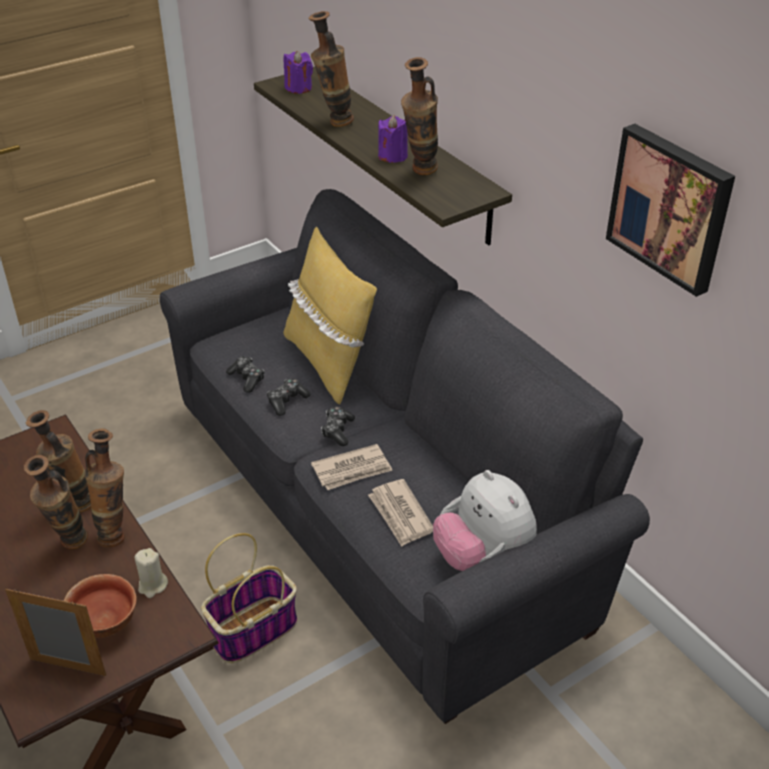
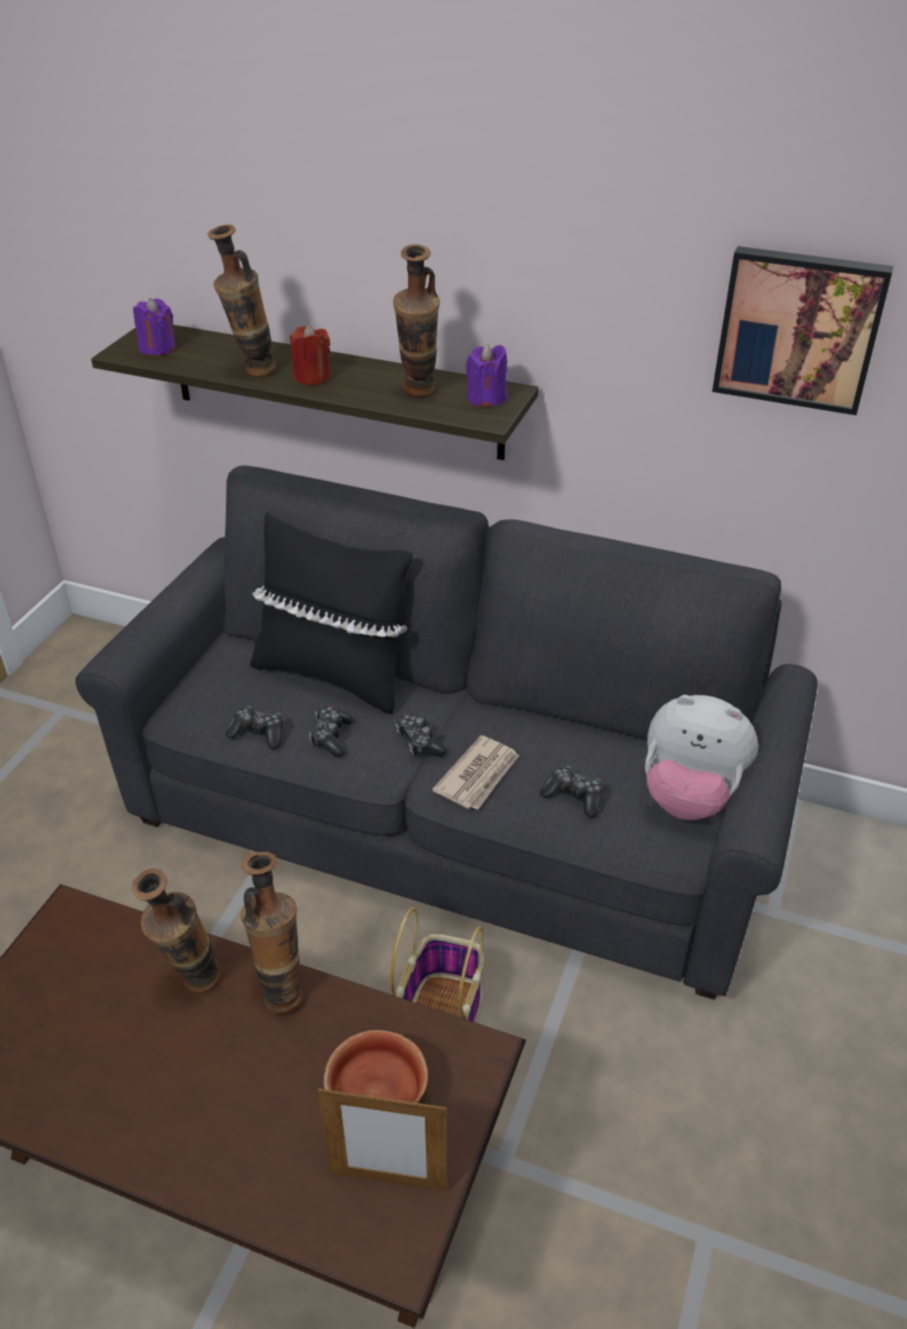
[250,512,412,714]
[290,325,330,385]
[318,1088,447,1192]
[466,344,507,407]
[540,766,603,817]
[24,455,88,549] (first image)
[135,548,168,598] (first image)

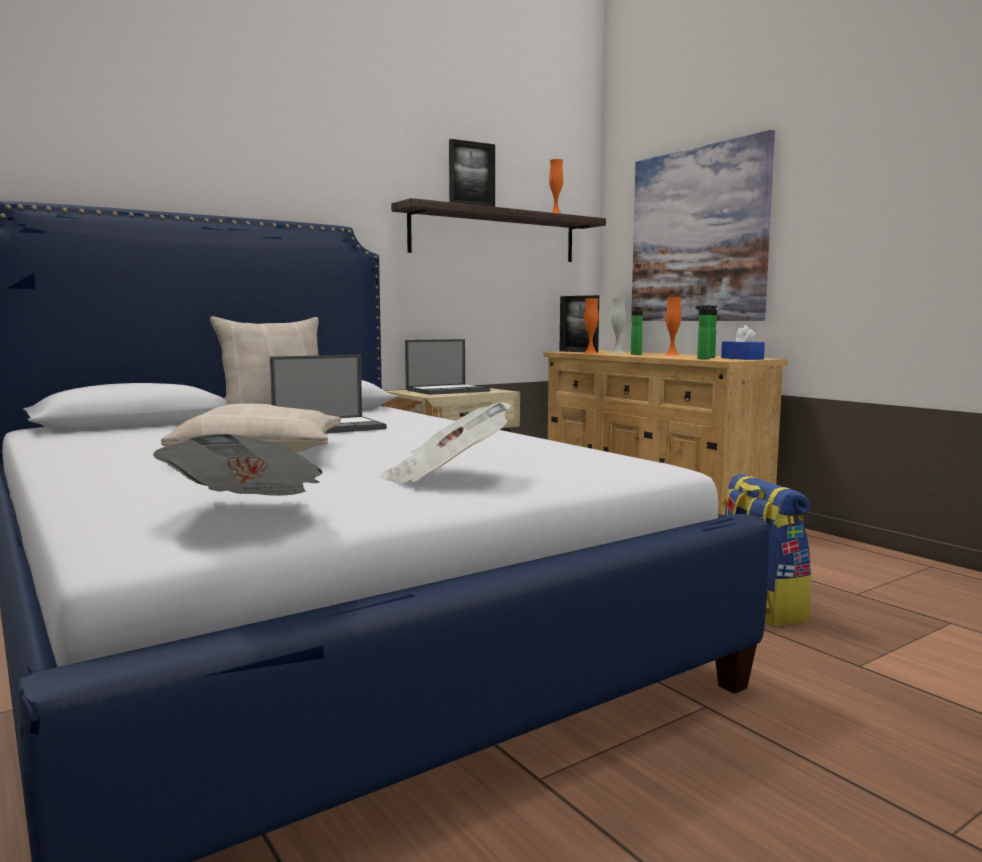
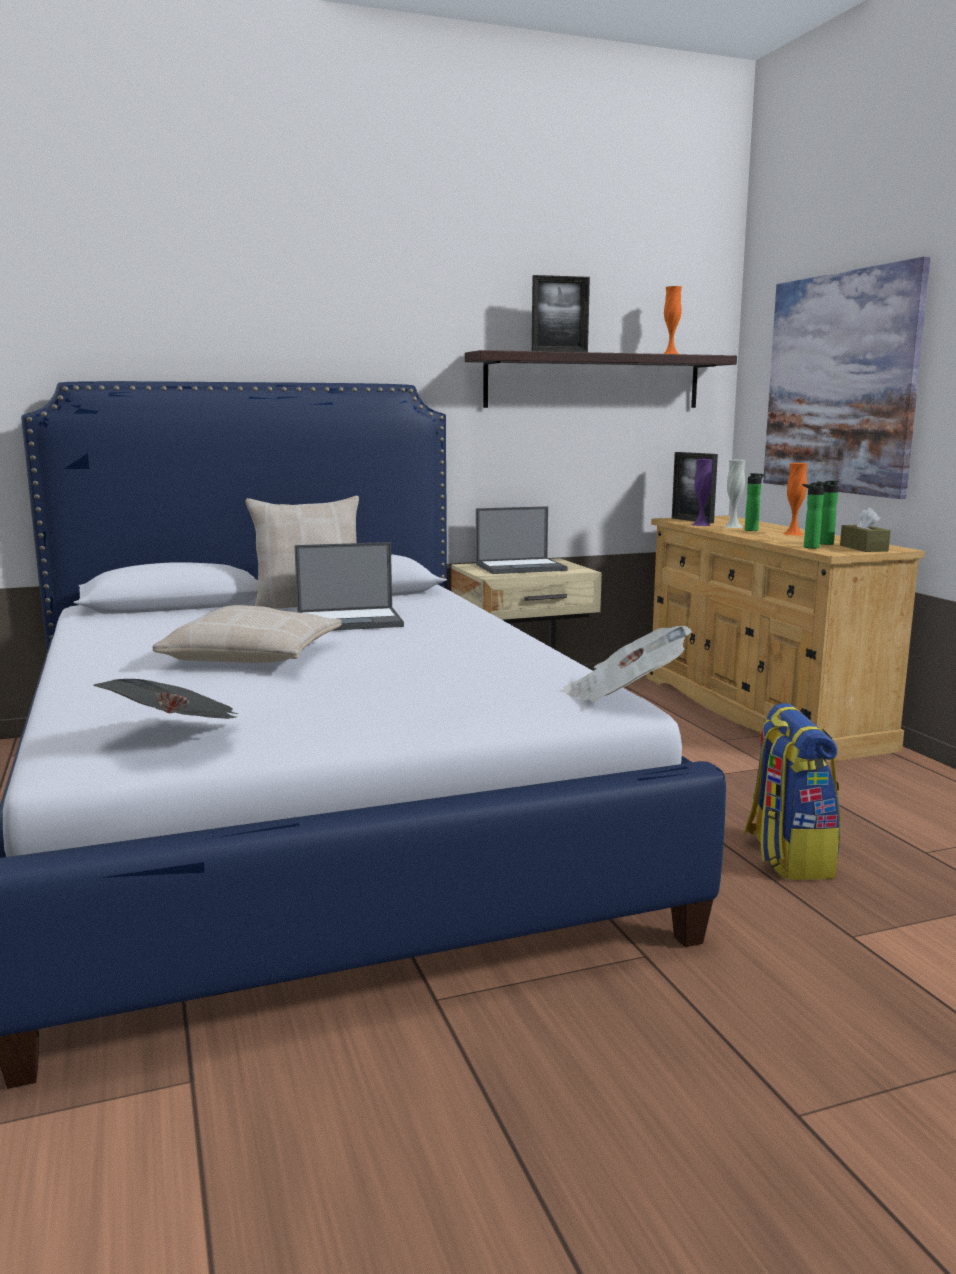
[563,626,692,702]
[692,459,713,526]
[840,507,890,552]

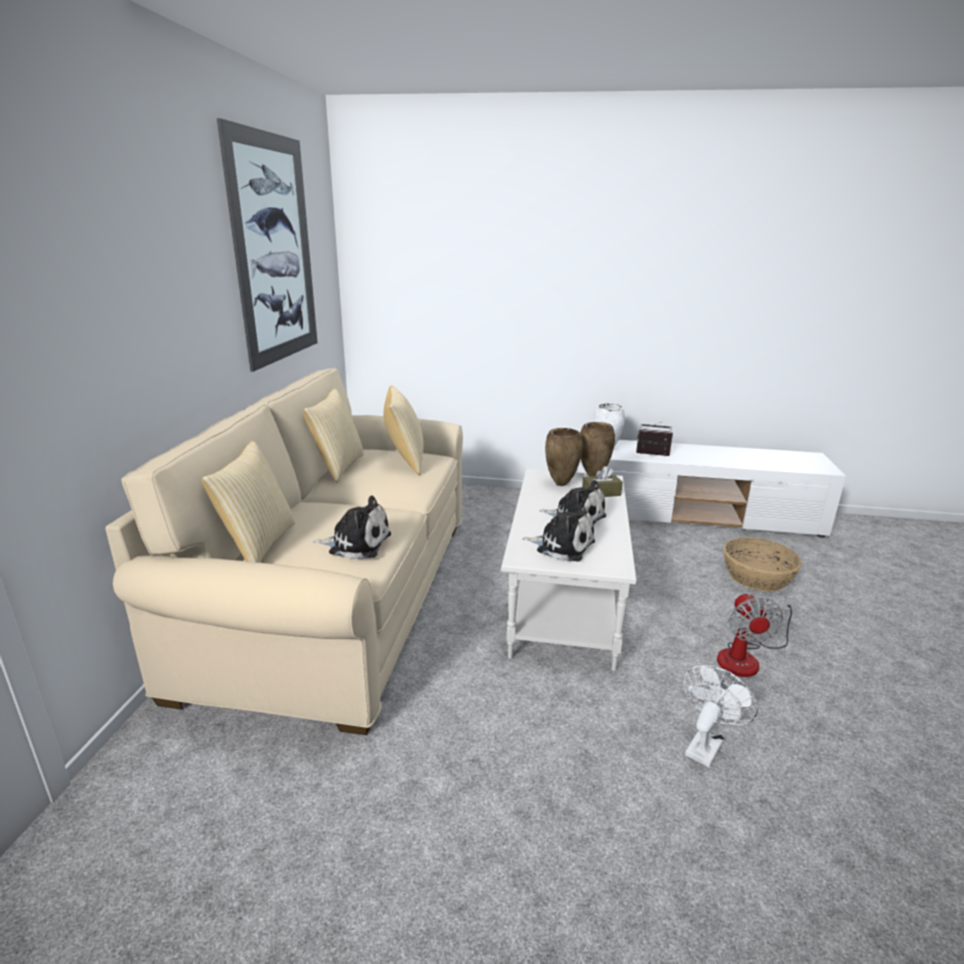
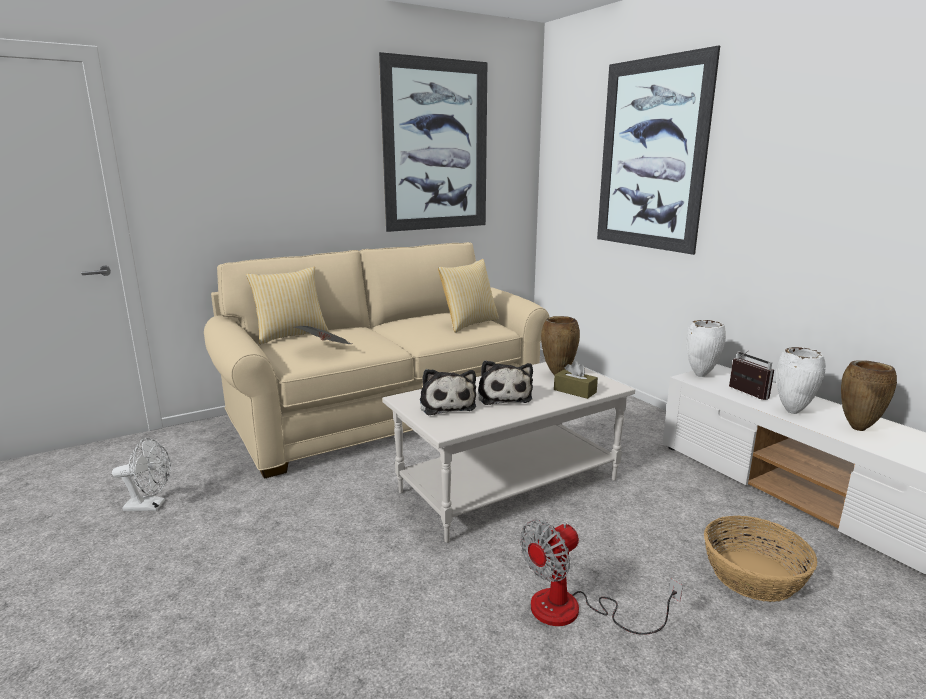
[112,438,171,511]
[294,326,351,344]
[597,46,720,255]
[776,347,826,414]
[841,360,897,431]
[303,388,364,483] (first image)

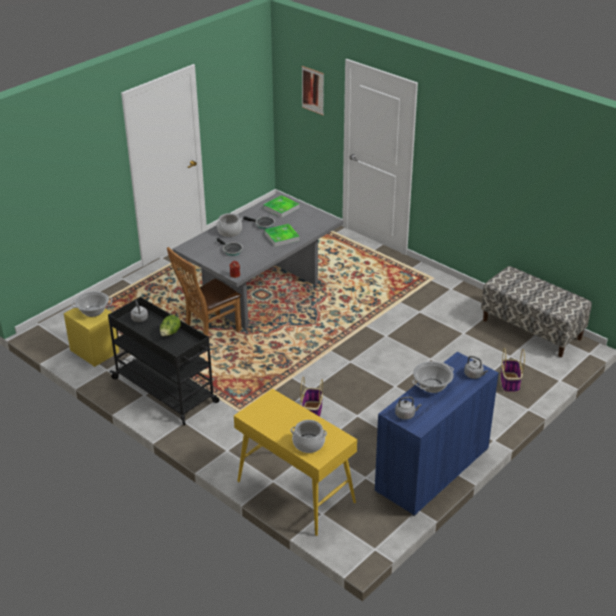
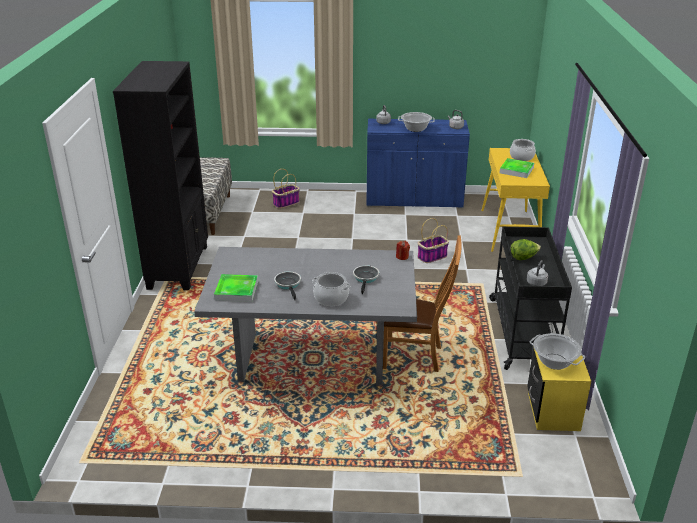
[113,61,208,290]
[499,158,534,178]
[302,66,324,115] (first image)

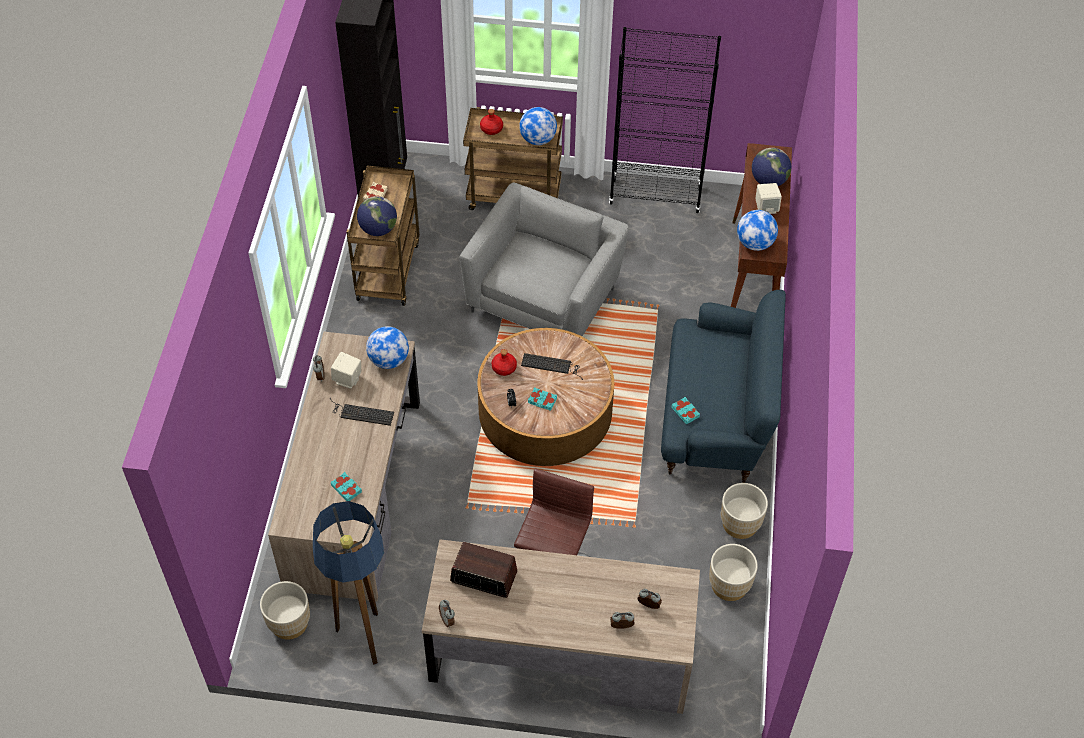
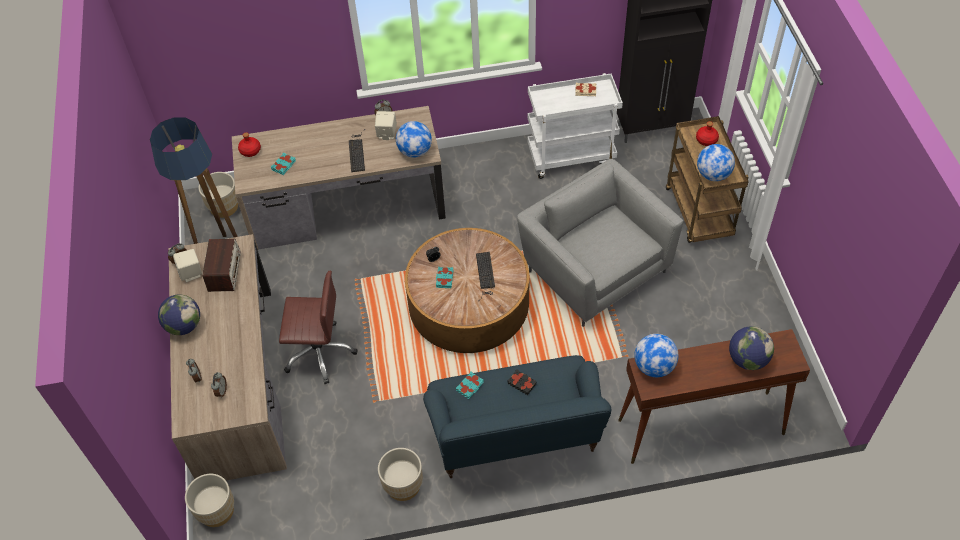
[158,294,200,335]
[173,249,202,282]
[185,474,234,527]
[238,132,261,157]
[508,369,537,395]
[517,159,684,327]
[527,73,623,179]
[609,27,721,213] (first image)

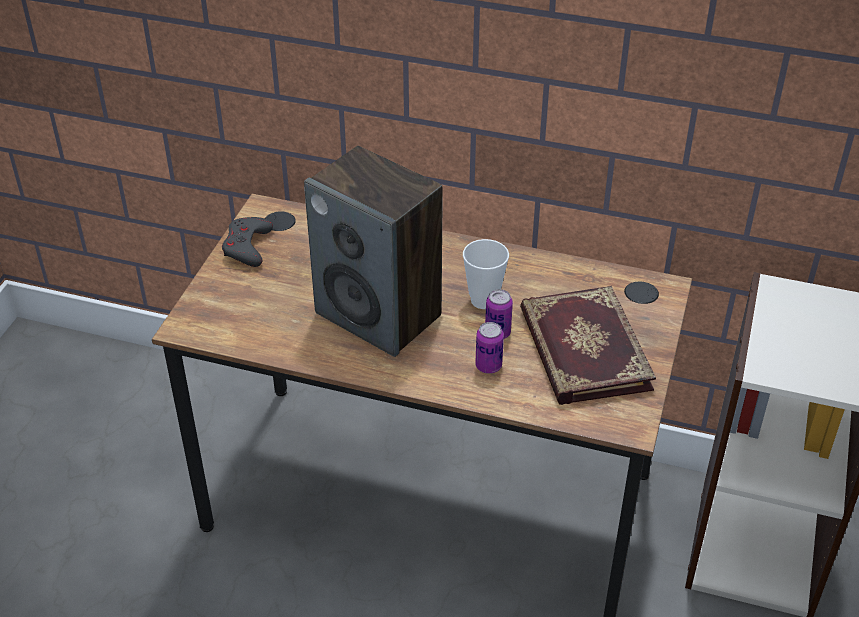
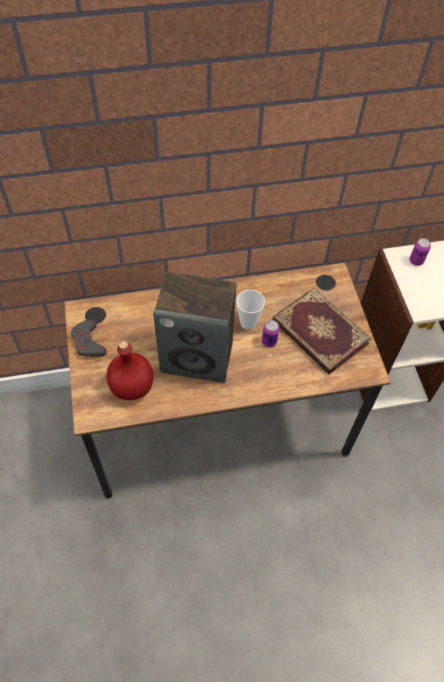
[107,341,154,400]
[409,238,431,266]

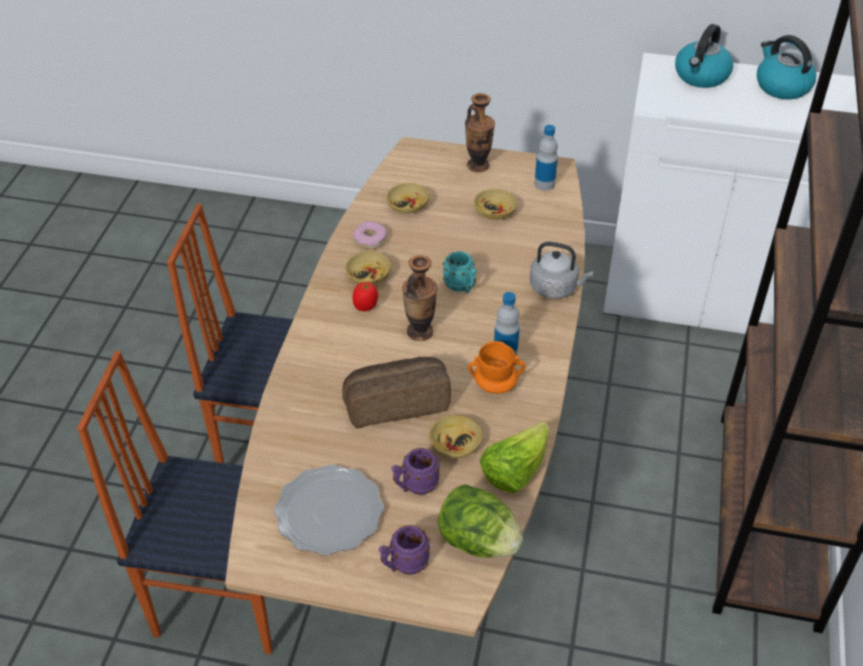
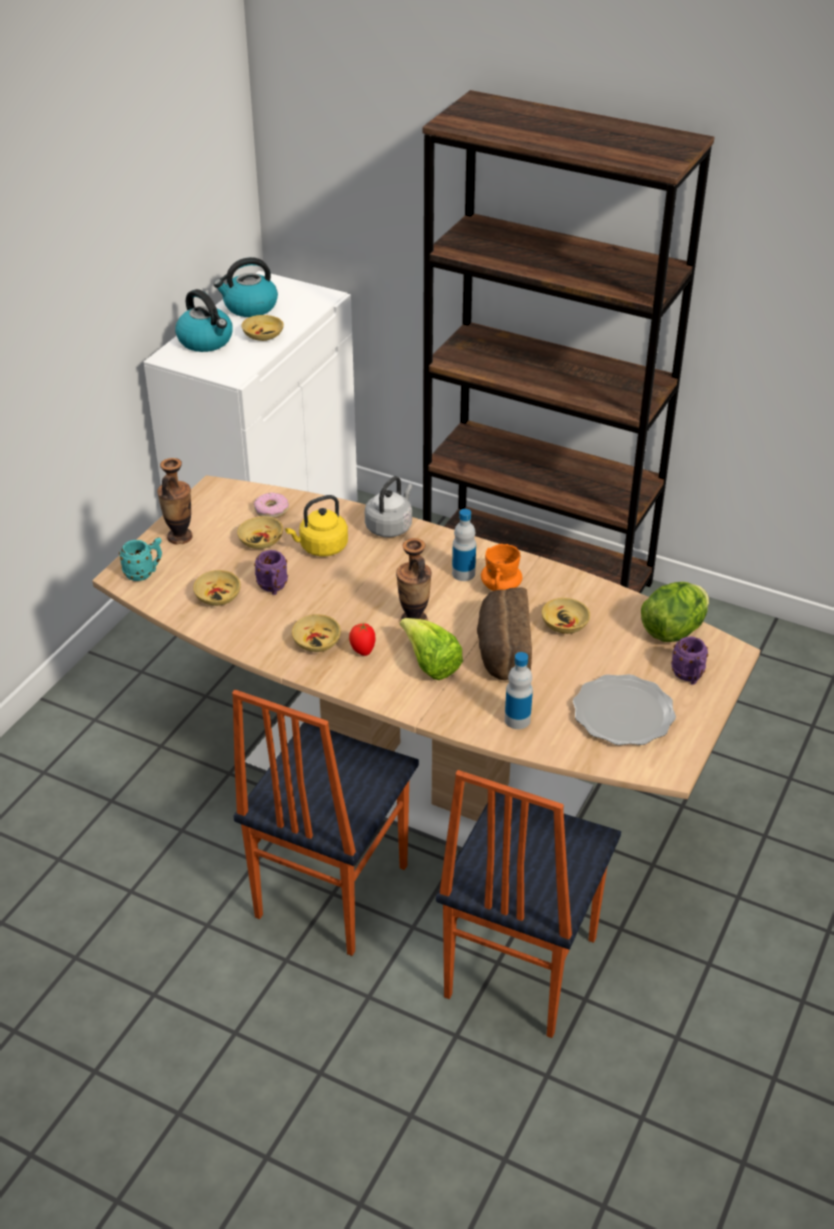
[119,538,162,581]
[241,315,284,341]
[254,492,289,518]
[254,550,288,595]
[285,495,348,556]
[400,618,463,680]
[505,652,533,729]

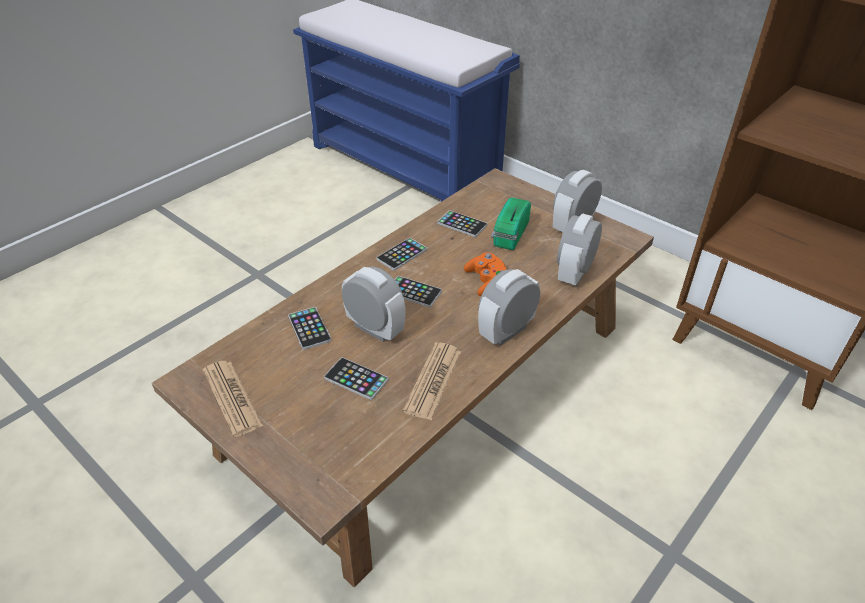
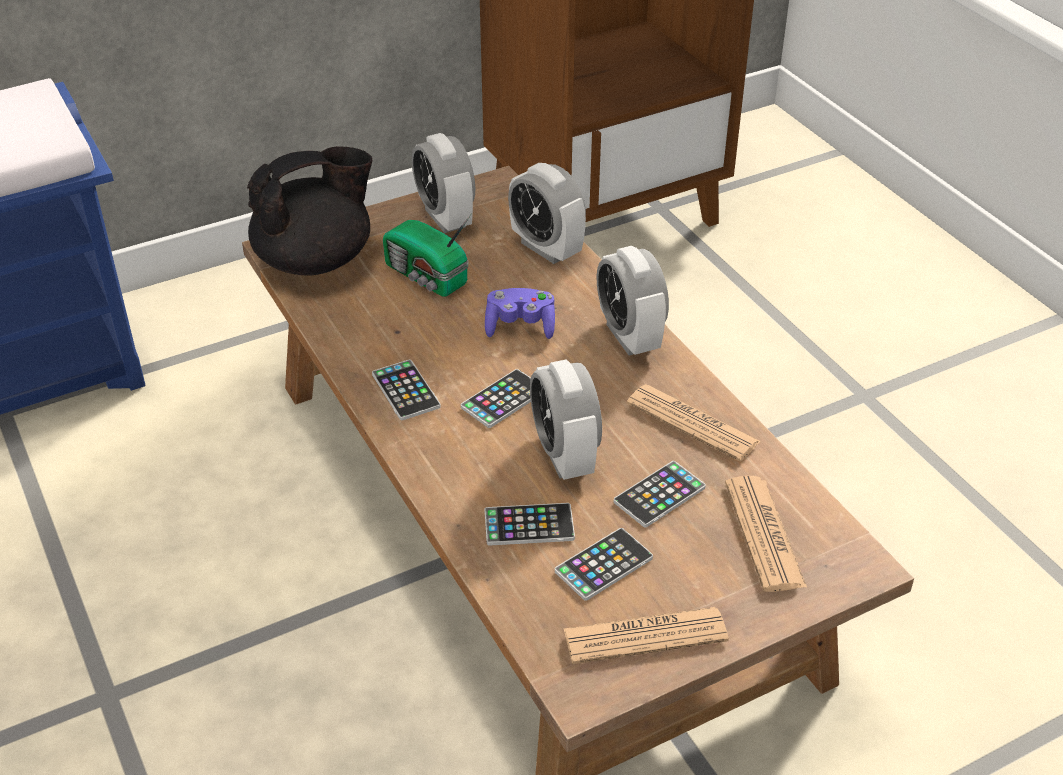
[247,146,372,275]
[485,288,555,339]
[530,359,602,480]
[555,528,653,601]
[725,476,807,592]

